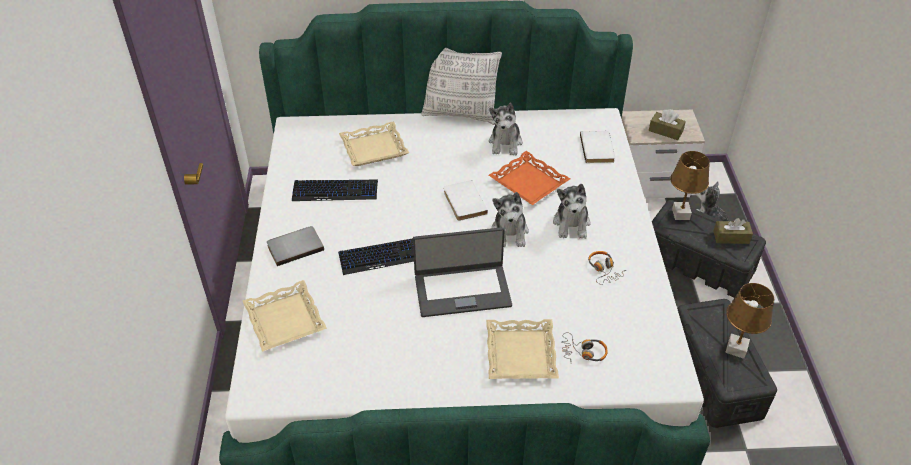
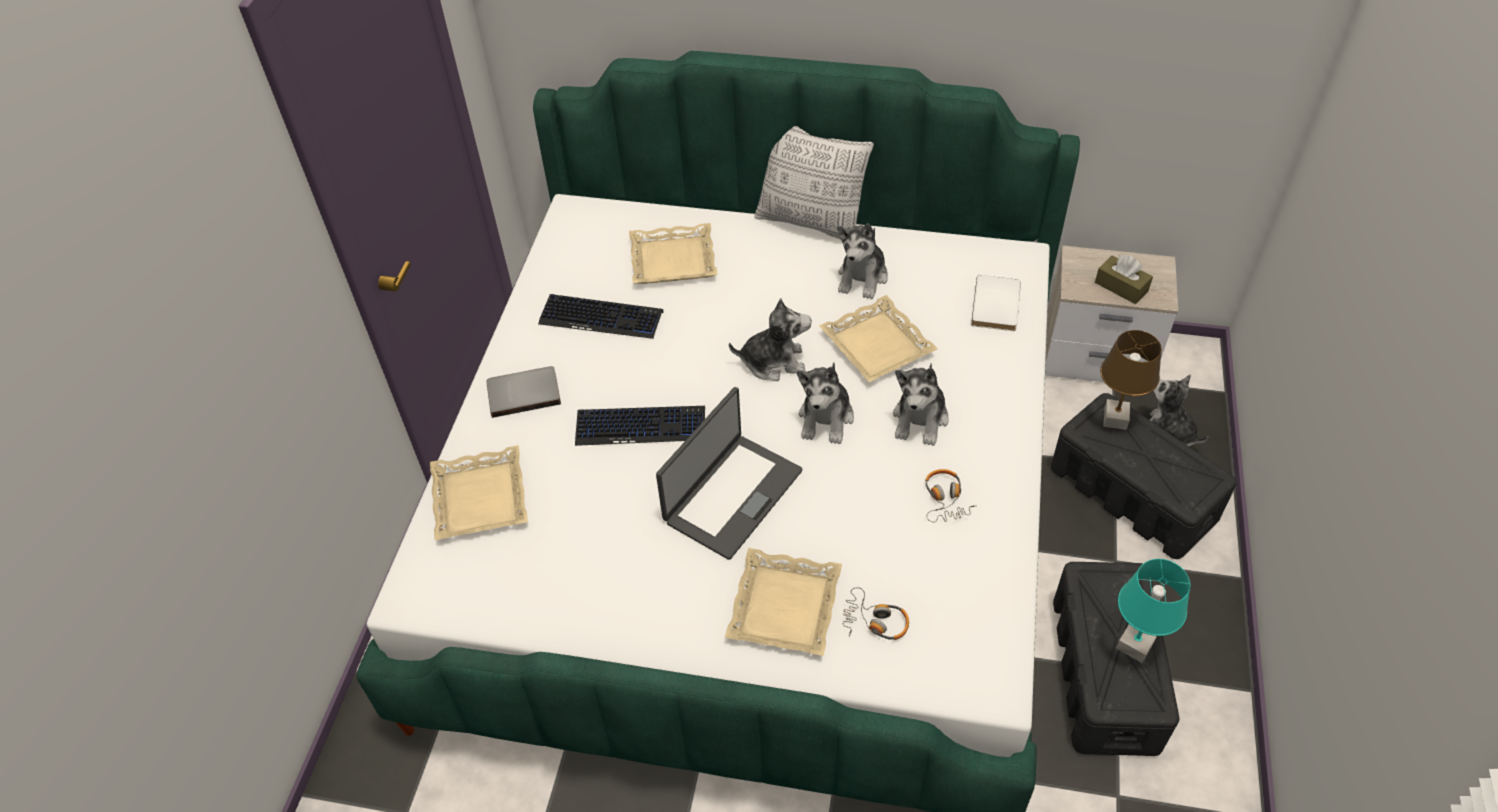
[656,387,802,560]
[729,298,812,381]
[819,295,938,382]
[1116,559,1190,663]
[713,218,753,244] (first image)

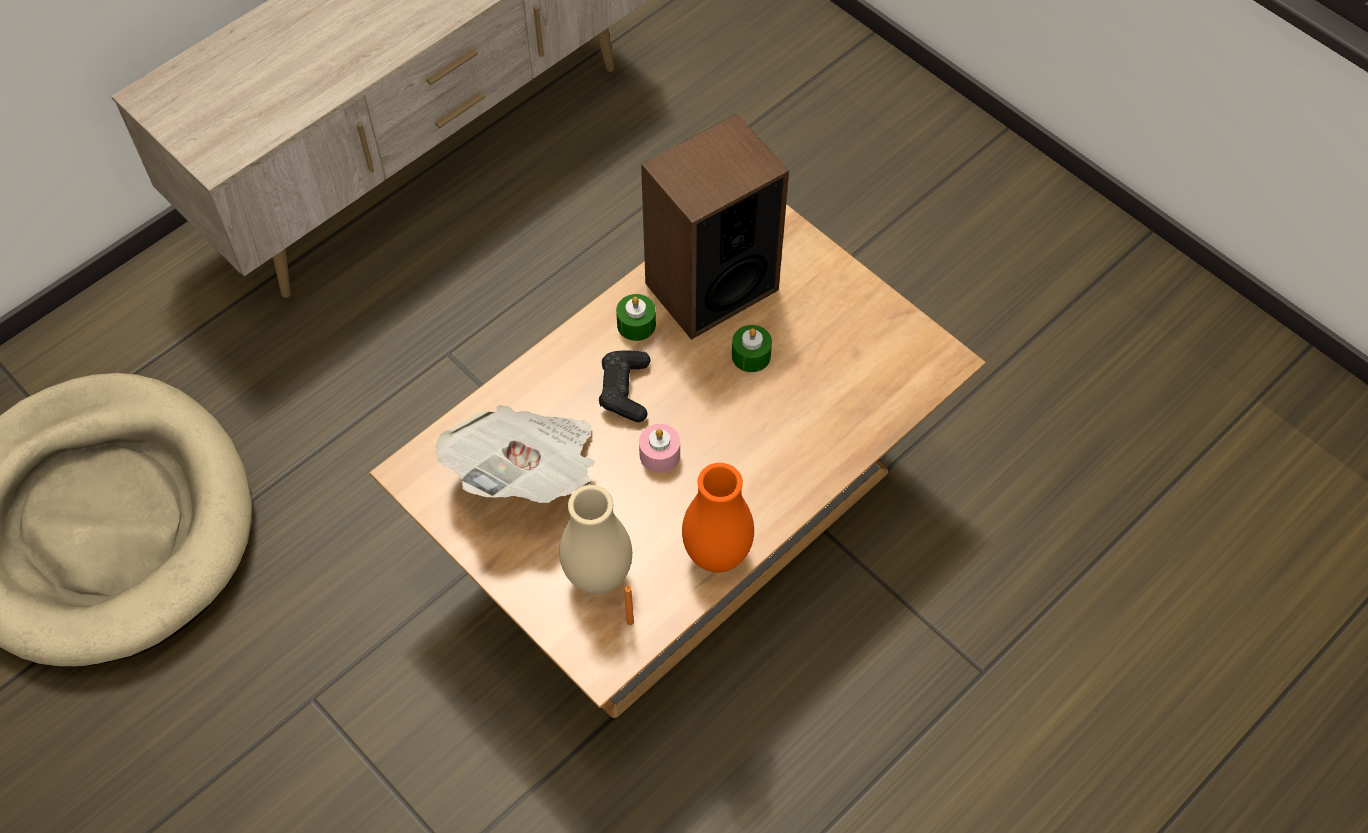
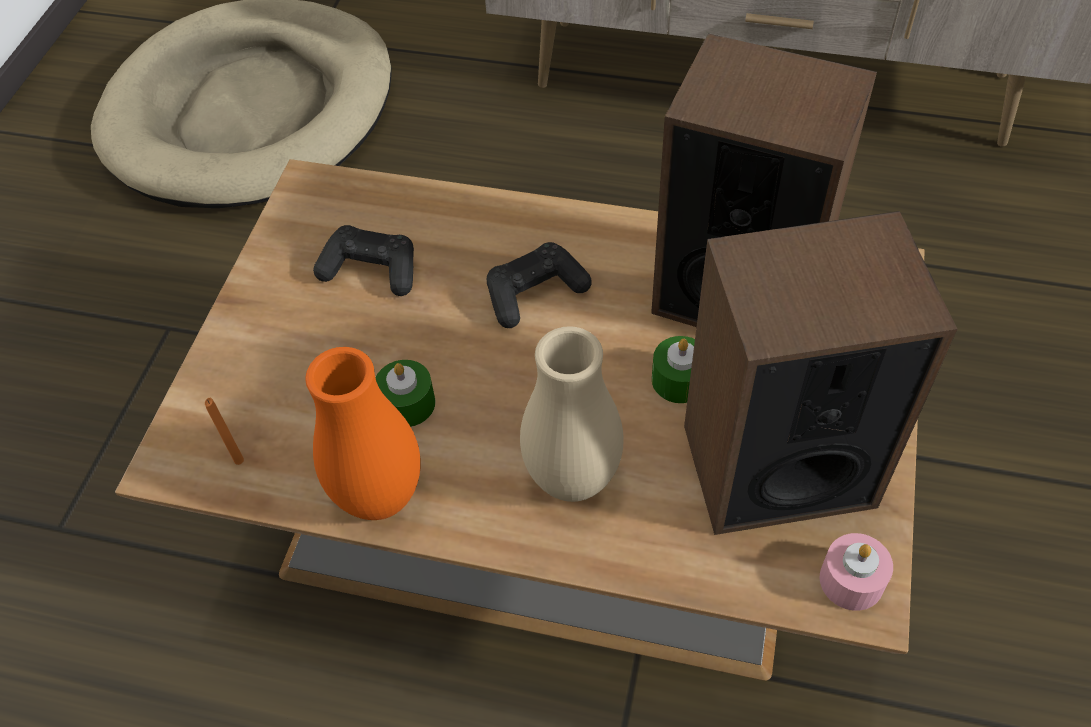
[313,225,414,296]
[375,360,435,427]
[520,326,624,502]
[684,211,957,535]
[820,533,893,611]

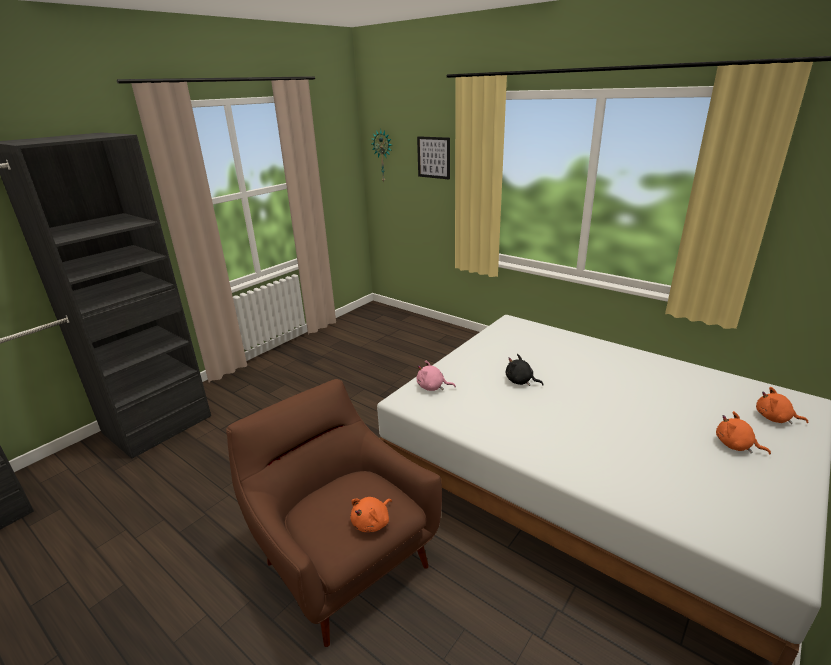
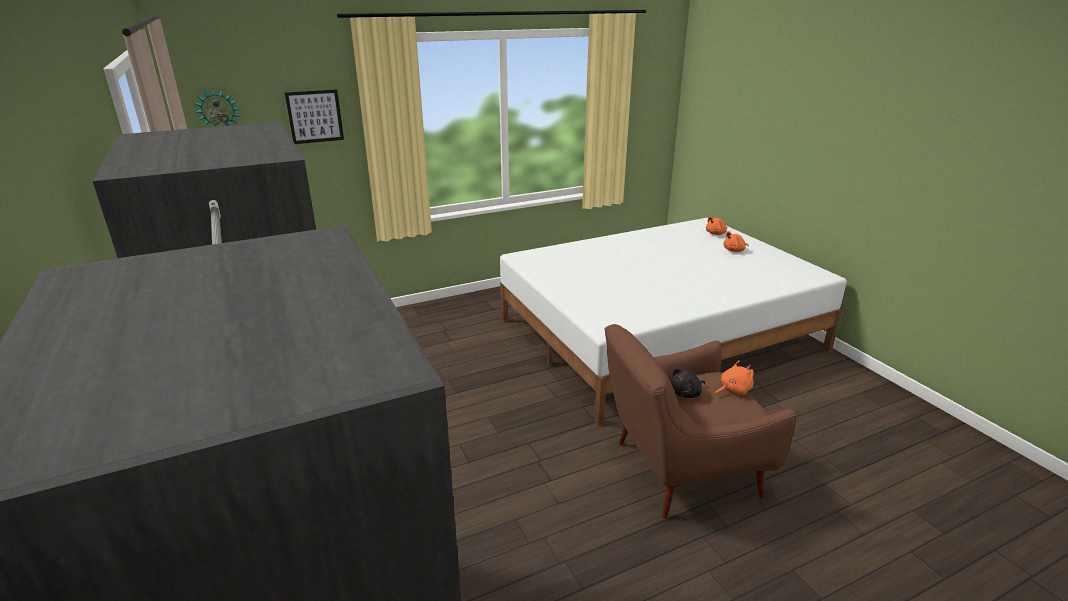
[671,368,705,398]
[715,360,753,395]
[417,360,456,391] (first image)

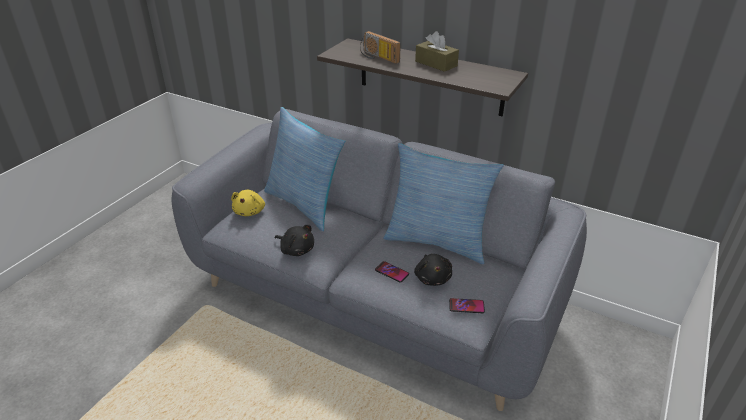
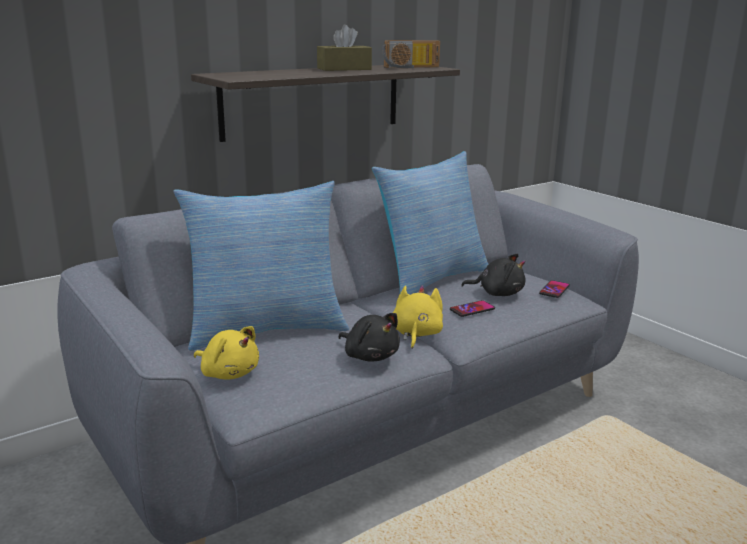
[338,313,400,362]
[382,40,440,68]
[393,285,443,349]

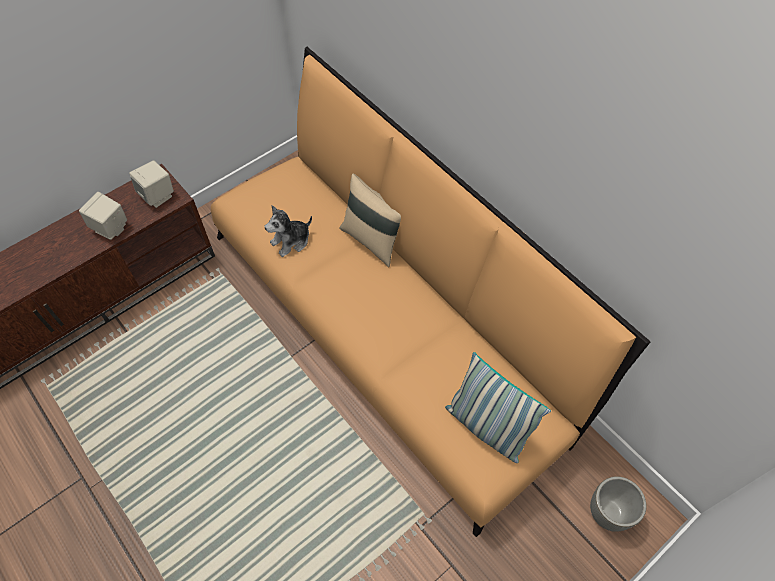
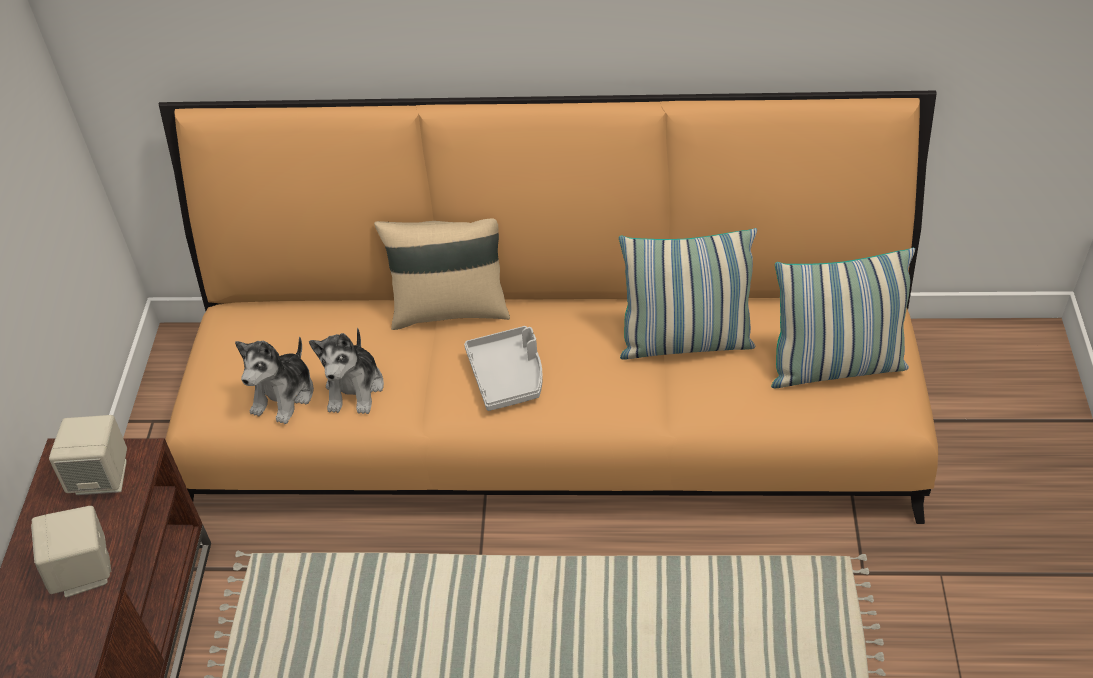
[235,336,314,424]
[464,326,543,411]
[619,228,757,360]
[590,477,646,532] (first image)

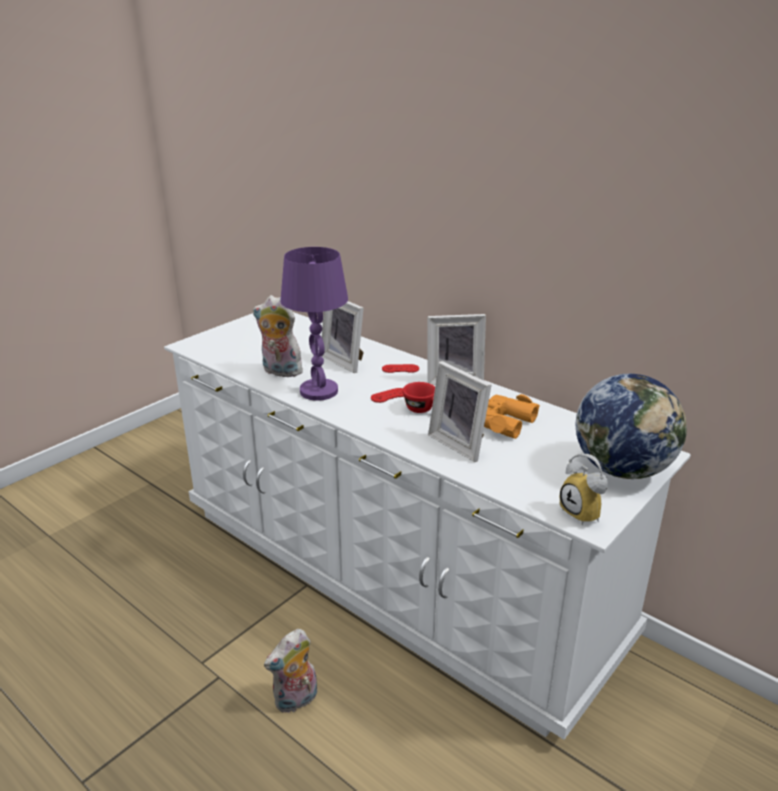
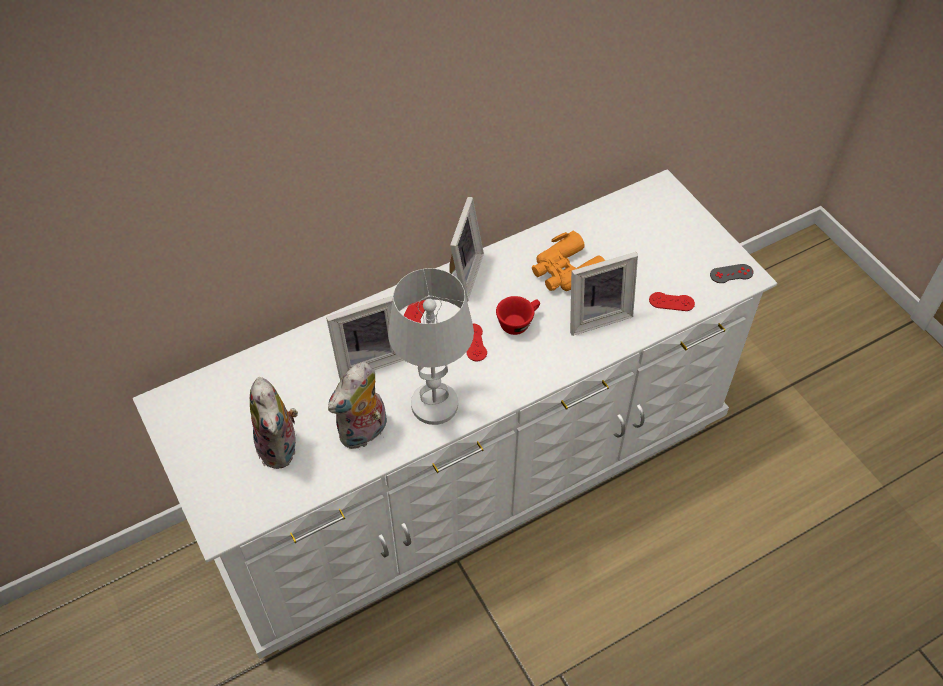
[250,377,298,469]
[388,268,474,425]
[649,292,695,311]
[710,264,754,283]
[576,374,687,479] (first image)

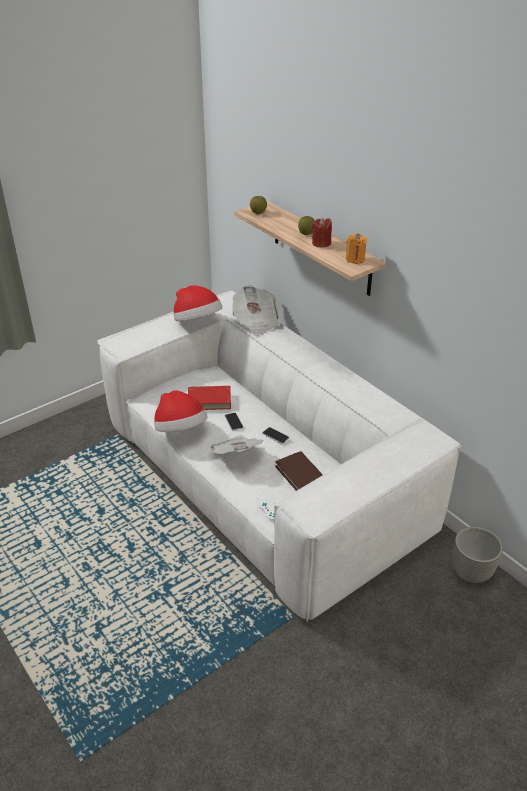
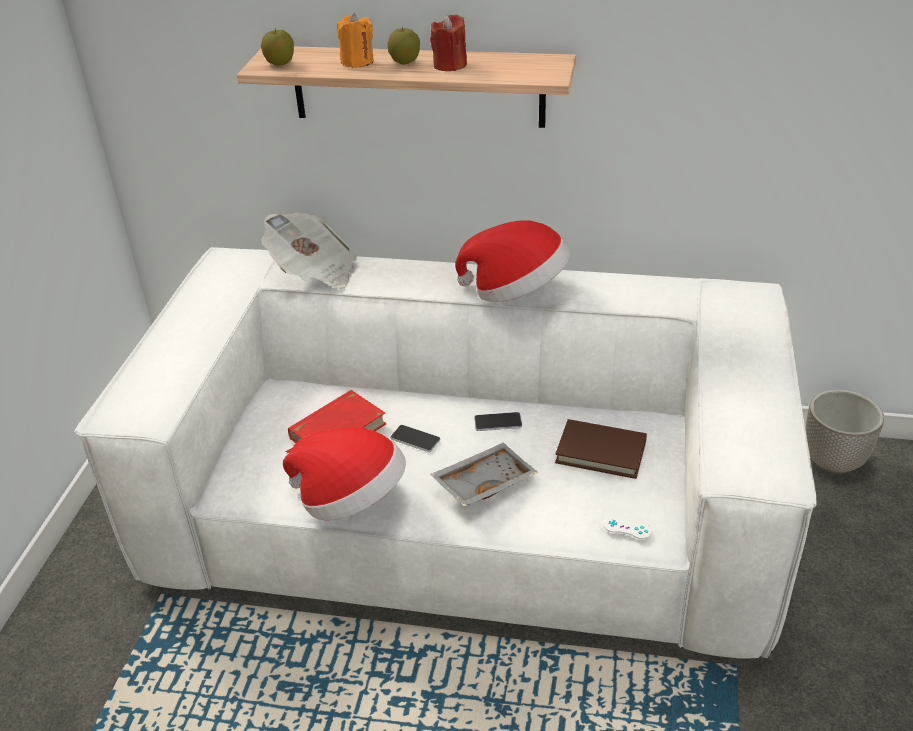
[337,13,374,68]
[430,442,538,507]
[455,220,571,302]

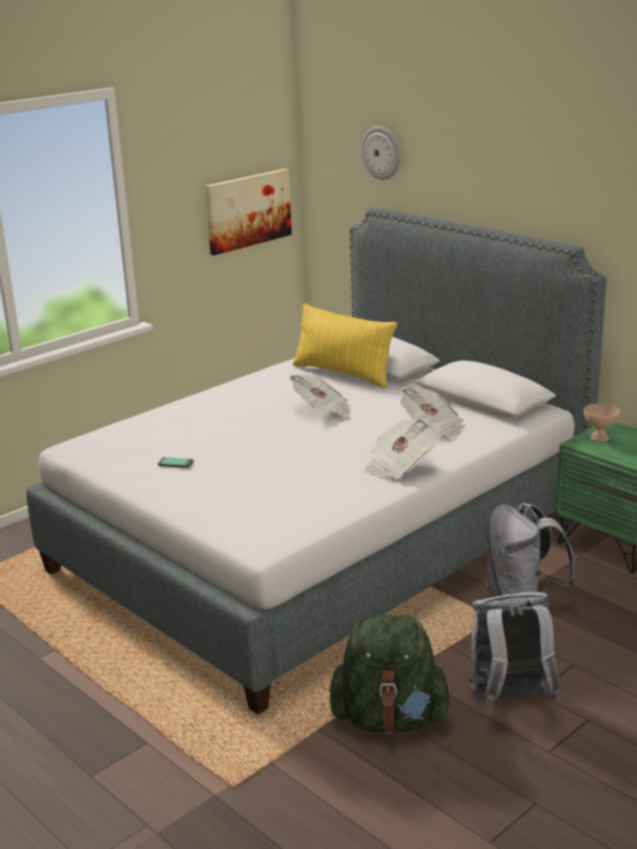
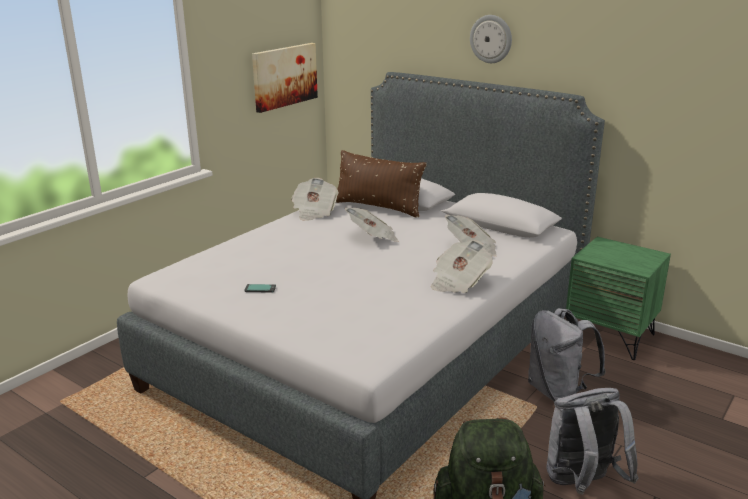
[291,178,339,221]
[336,150,427,218]
[470,15,512,63]
[584,404,620,442] (first image)

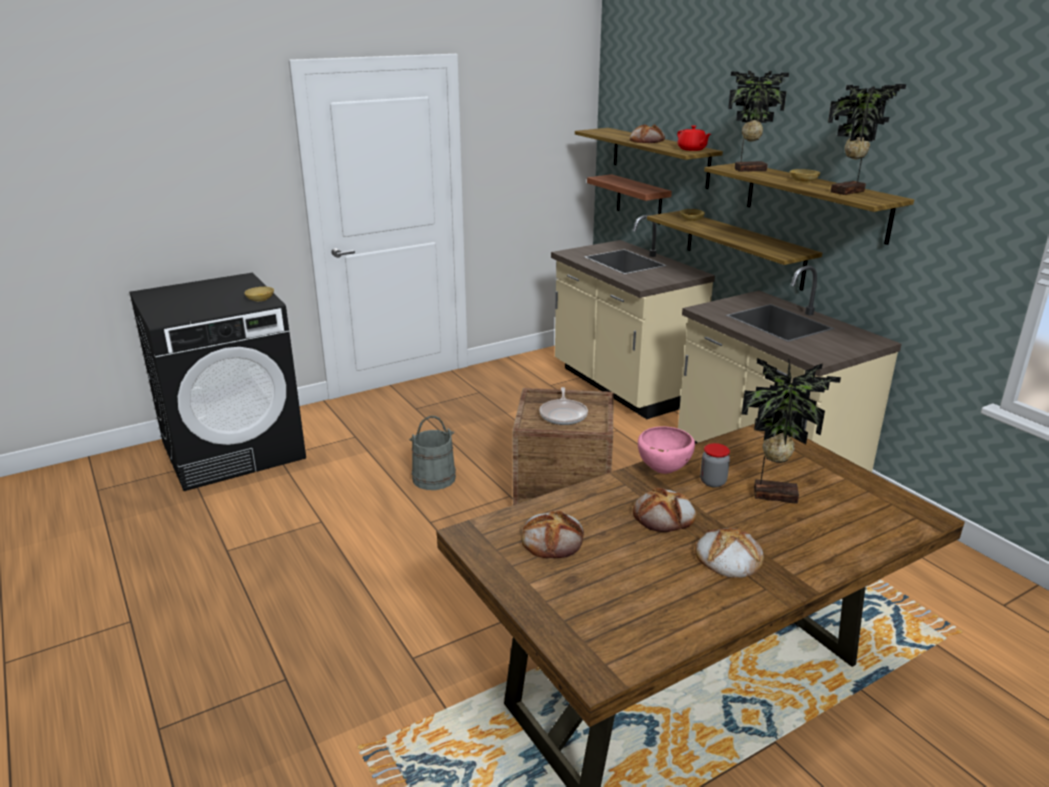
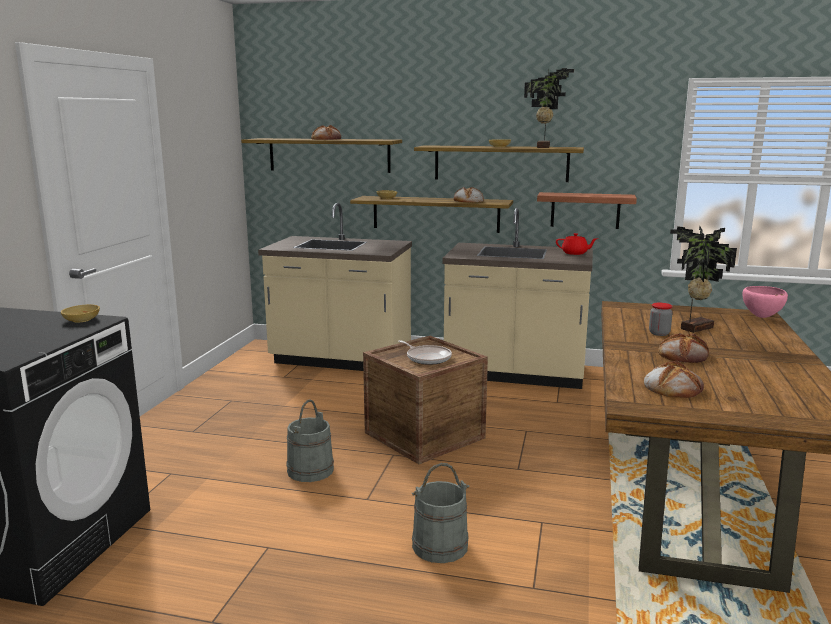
[412,463,469,563]
[454,187,484,202]
[537,192,637,229]
[556,233,598,255]
[742,286,788,318]
[728,71,789,172] (first image)

